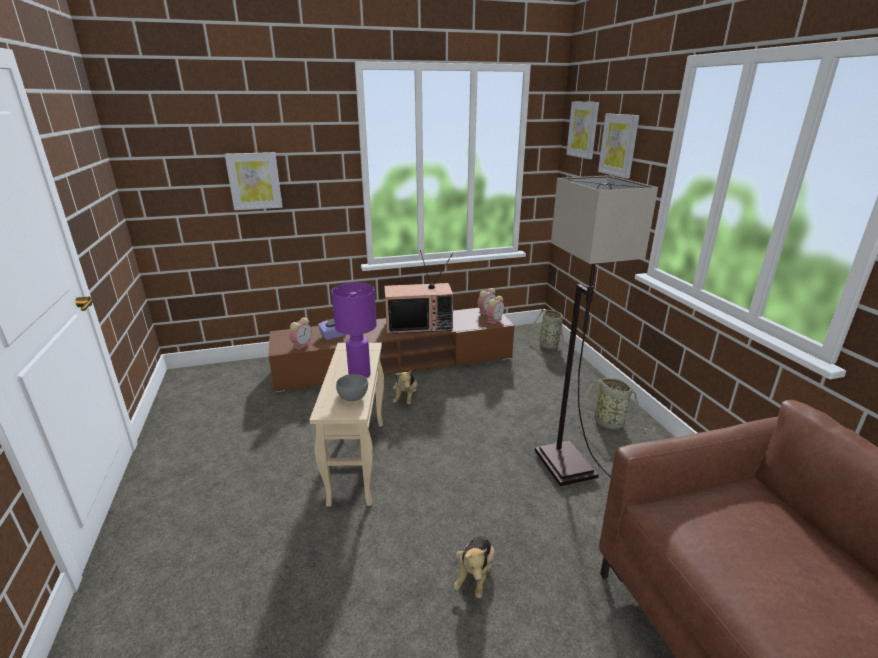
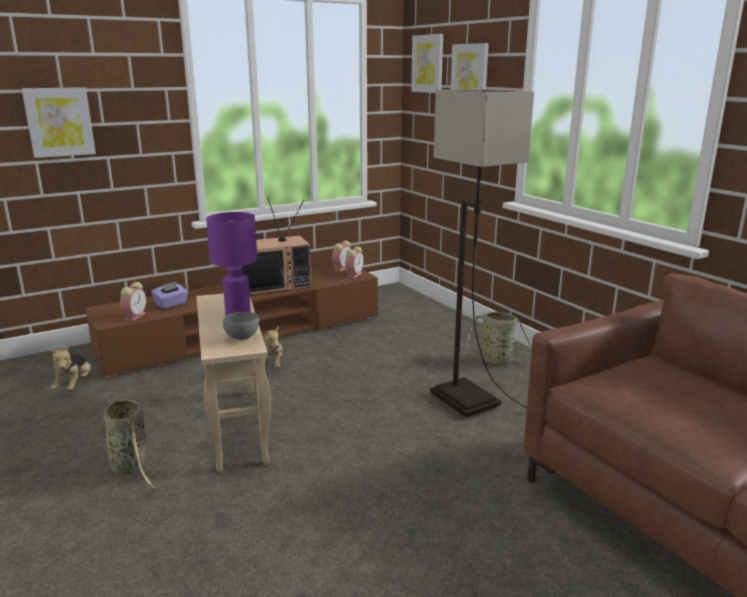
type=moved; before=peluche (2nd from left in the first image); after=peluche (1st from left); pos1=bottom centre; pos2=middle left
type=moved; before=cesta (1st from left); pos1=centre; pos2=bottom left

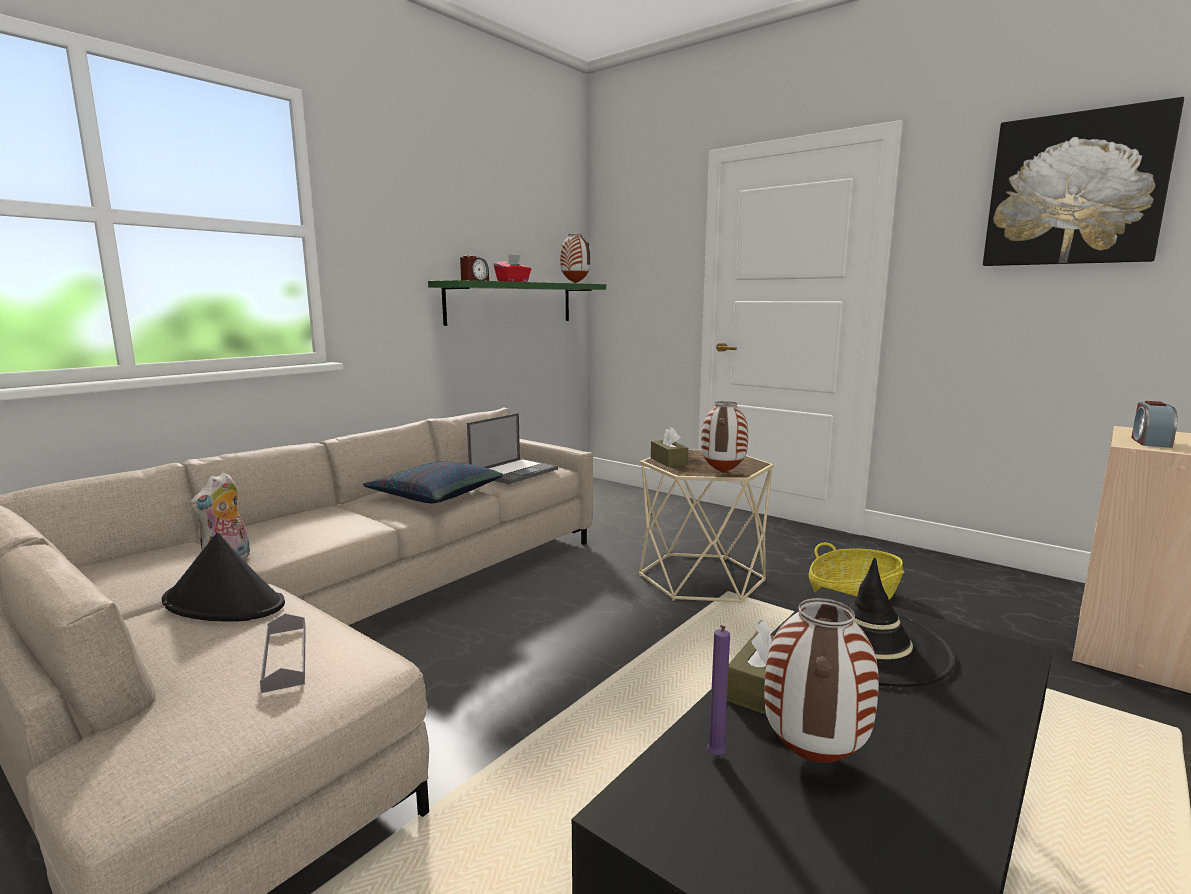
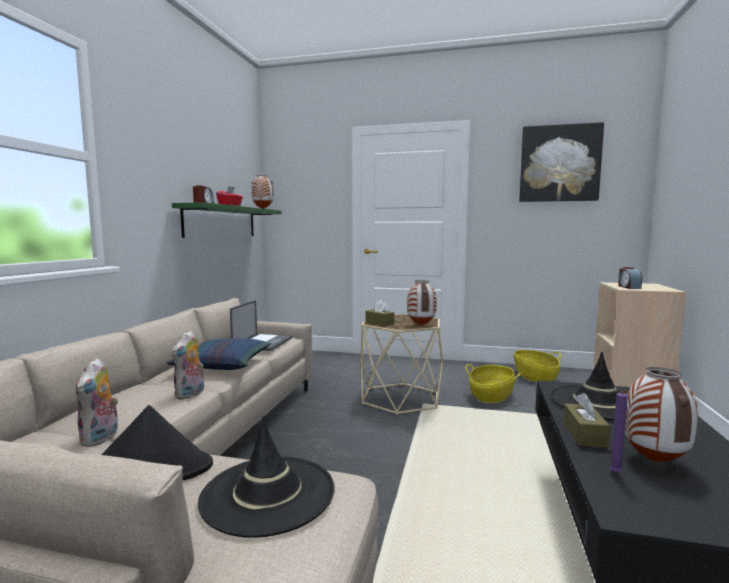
type=added; after=peluche (2nd from left); pos2=middle left
type=replaced; before=bandeja (gris); after=sombrero (negro) (2nd from left); pos1=bottom left; pos2=bottom centre
type=added; after=cesta (2nd from left); pos2=middle right

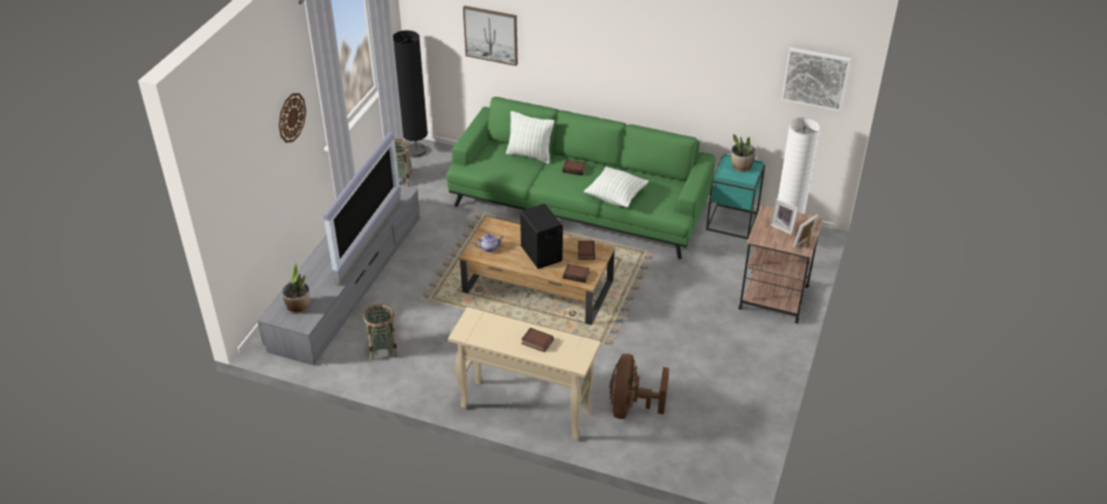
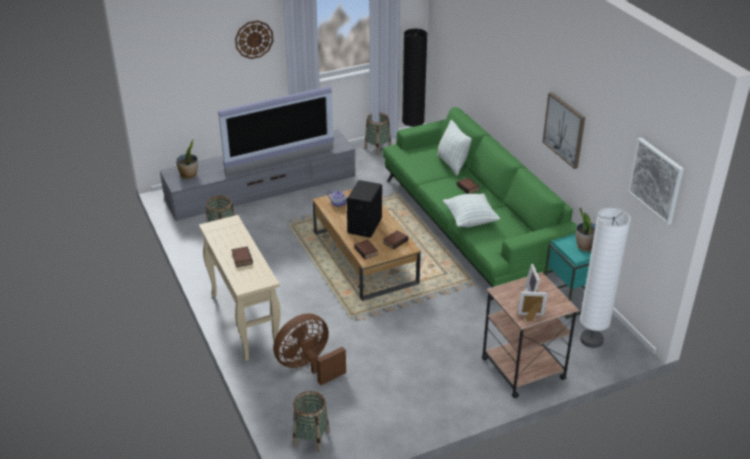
type=added; after=cesta (2nd from left); pos2=bottom centre
type=moved; before=cuadro (1st from left); pos1=top centre; pos2=top right

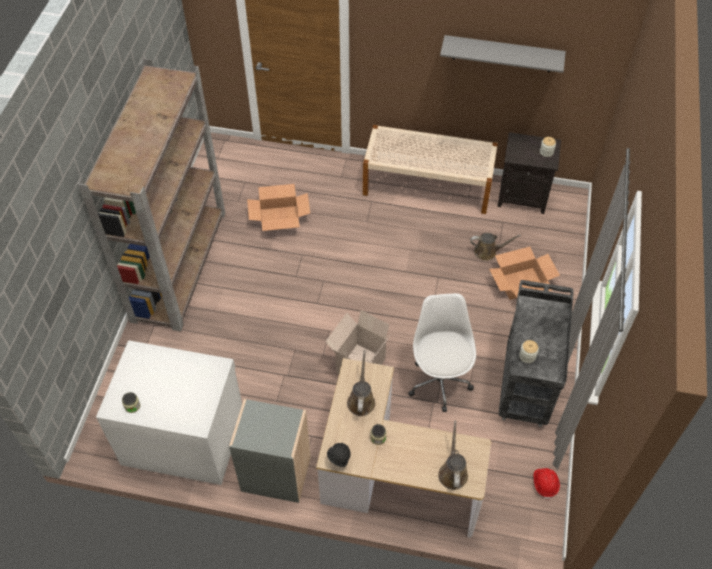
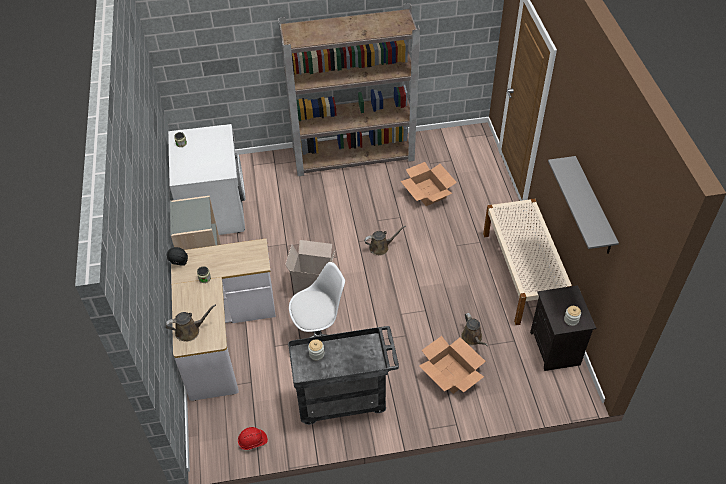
type=moved; before=regadera (marrón) (1st from left in the first image); after=regadera (marrón) (2nd from left); pos1=bottom centre; pos2=centre

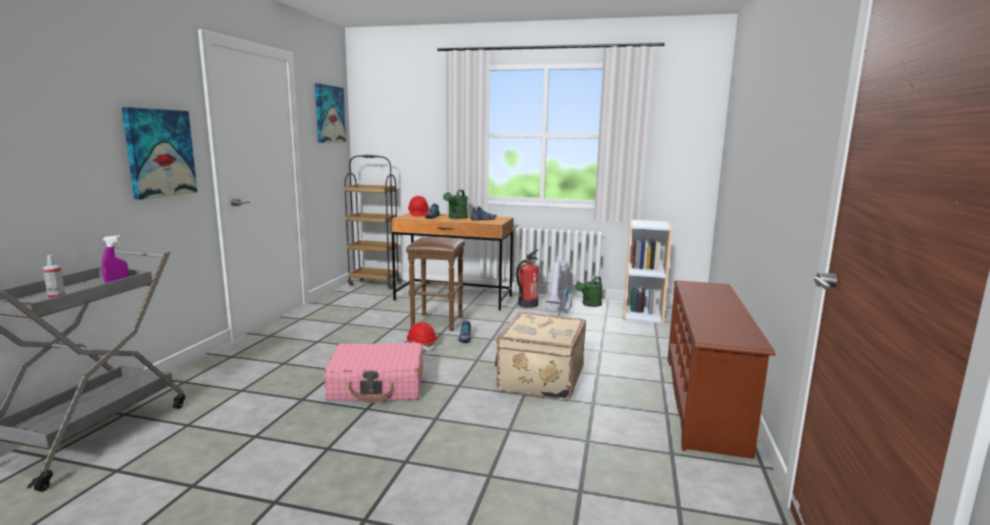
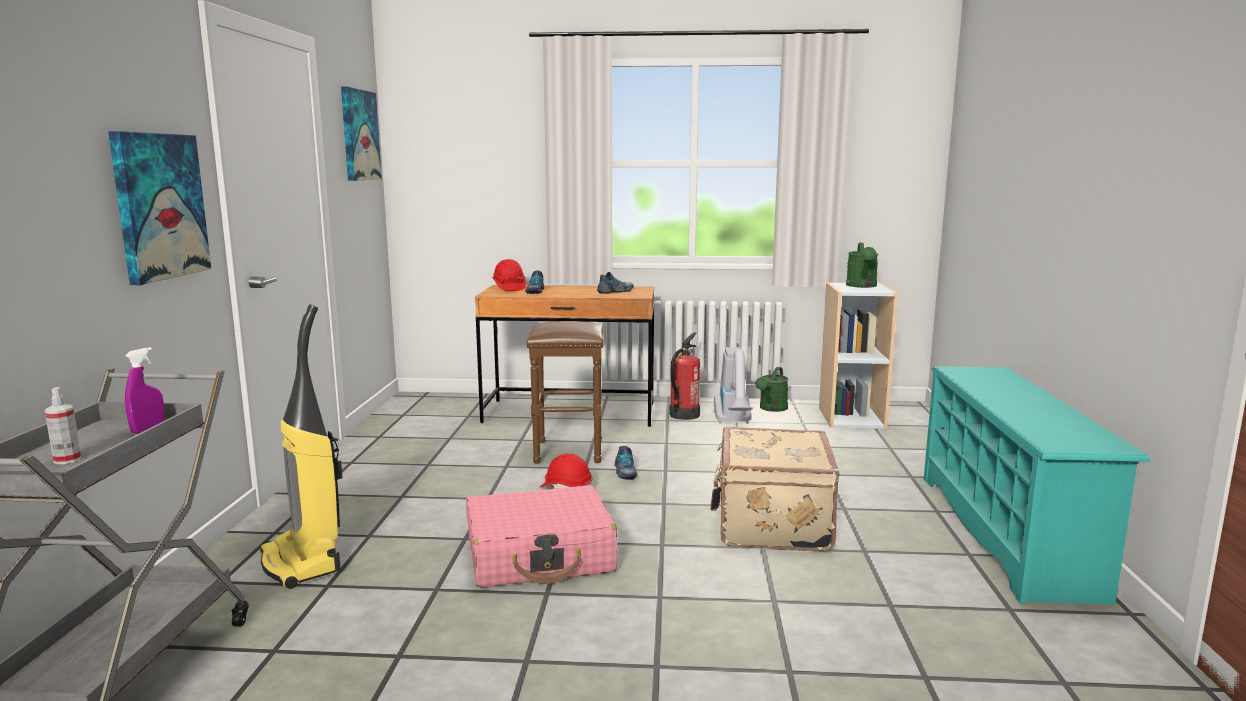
type=added; after=aspiradora (1st from left); pos2=middle left
type=moved; before=regadera (verde) (1st from left in the first image); after=regadera (verde) (2nd from left); pos1=centre; pos2=middle right
type=recoloured; before=zapatero (marrón); after=zapatero (turquesa); pos1=bottom right; pos2=bottom right
type=removed; before=carrito (marrón); pos1=centre

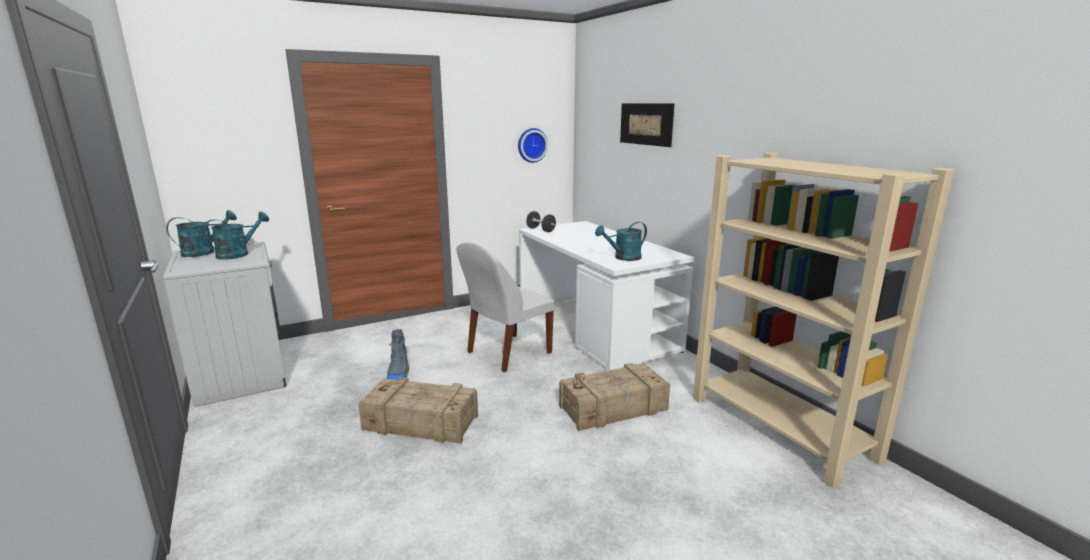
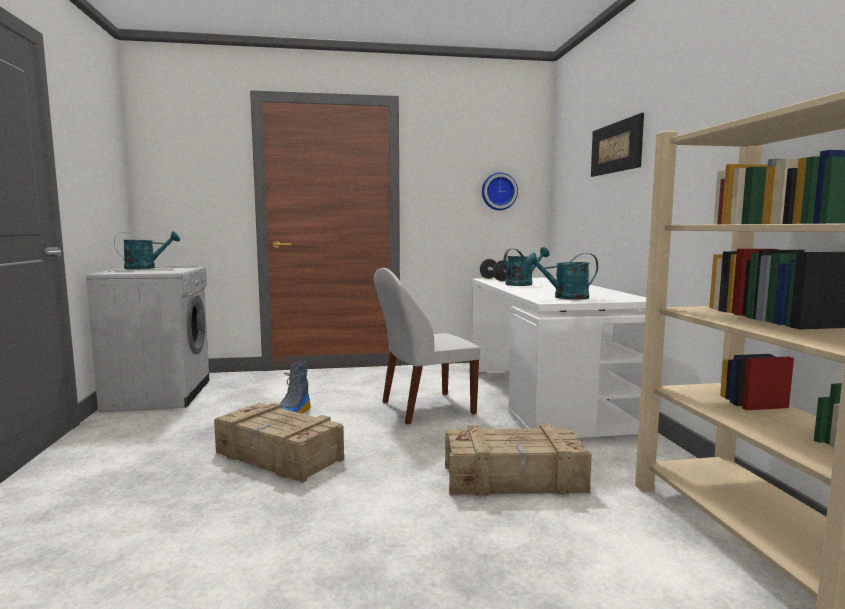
type=moved; before=regadera (turquesa) (2nd from left); pos1=middle left; pos2=centre

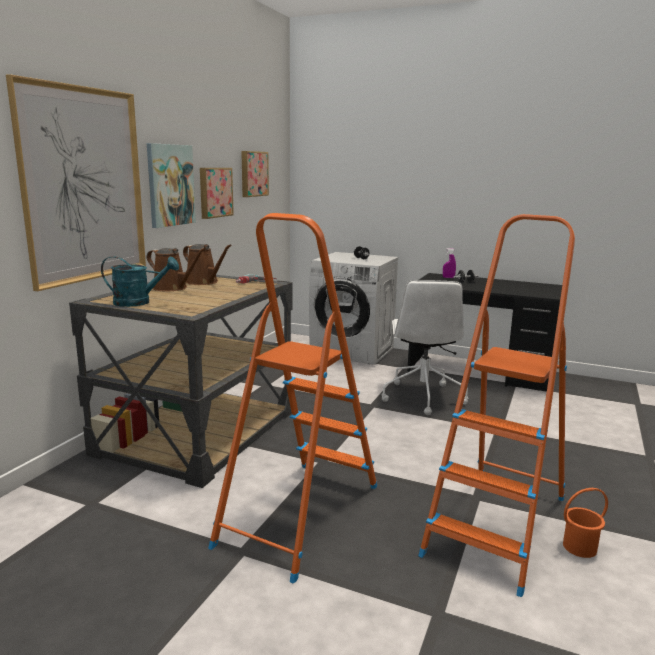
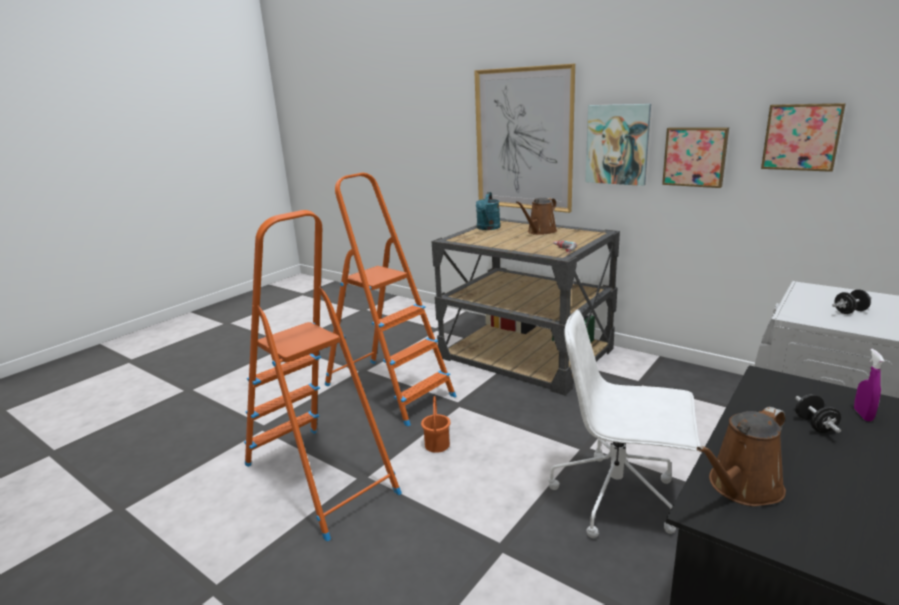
type=moved; before=cubo (naranja); pos1=bottom right; pos2=bottom centre
type=moved; before=regadera (marrón) (2nd from left); pos1=middle left; pos2=bottom right

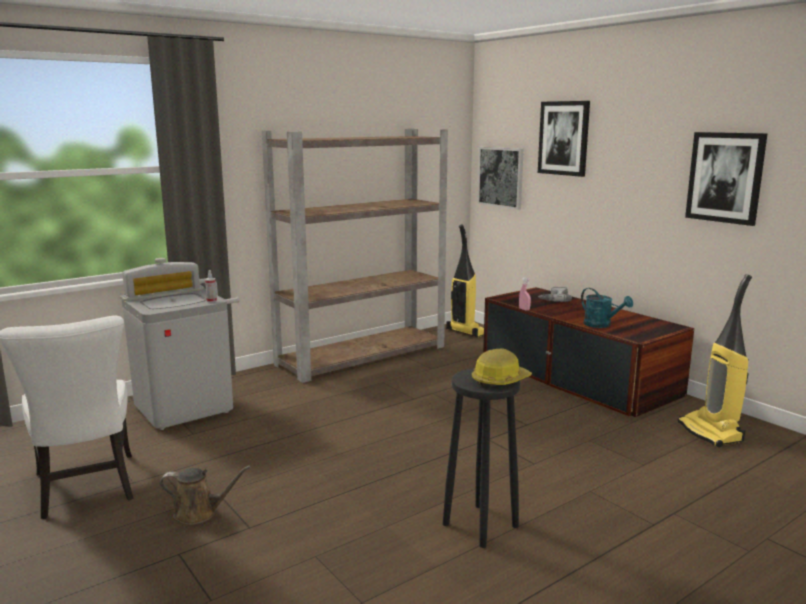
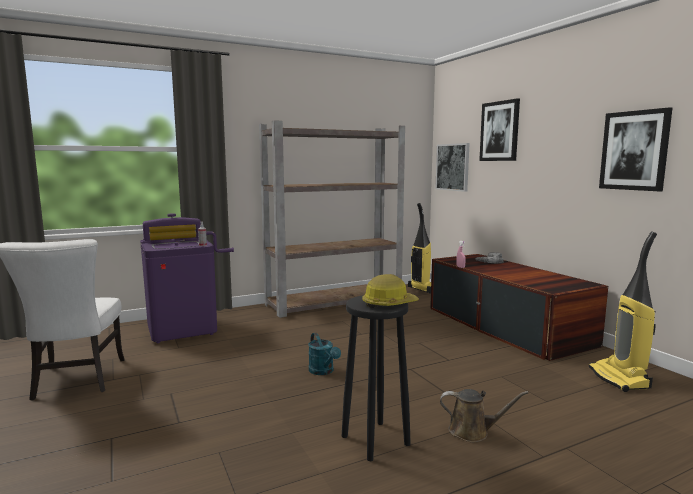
type=recoloured; before=lavadora (gris); after=lavadora (morado); pos1=middle left; pos2=middle left
type=moved; before=regadera (turquesa); pos1=middle right; pos2=bottom centre
type=moved; before=regadera (marrón); pos1=bottom left; pos2=bottom right

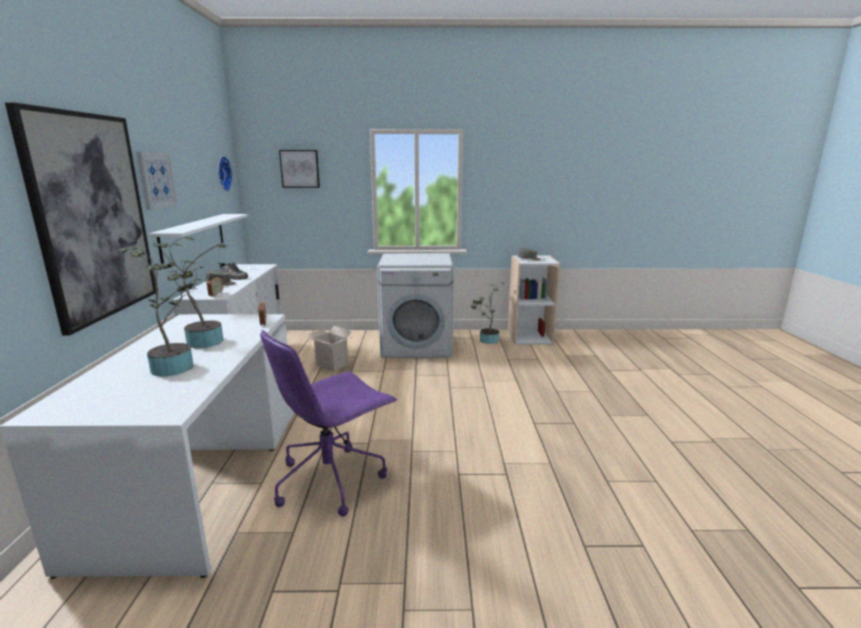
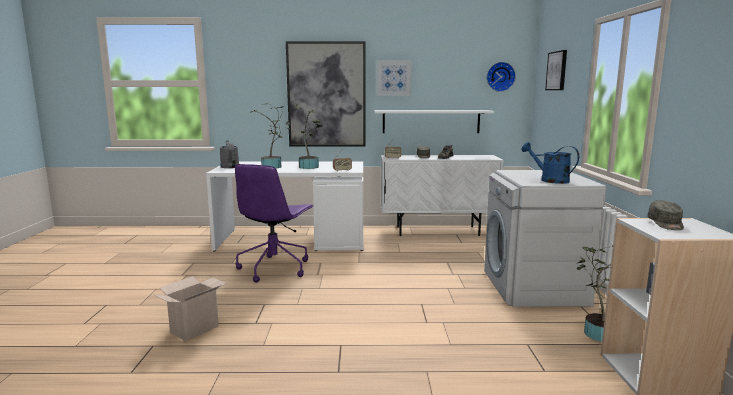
type=moved; before=caja de cartón; pos1=centre; pos2=bottom left
type=added; after=regadera (gris); pos2=middle left
type=turned; before=silla de oficina (morado); pos1=bottom centre; pos2=centre; turn=-120
type=added; after=regadera (azul); pos2=middle right

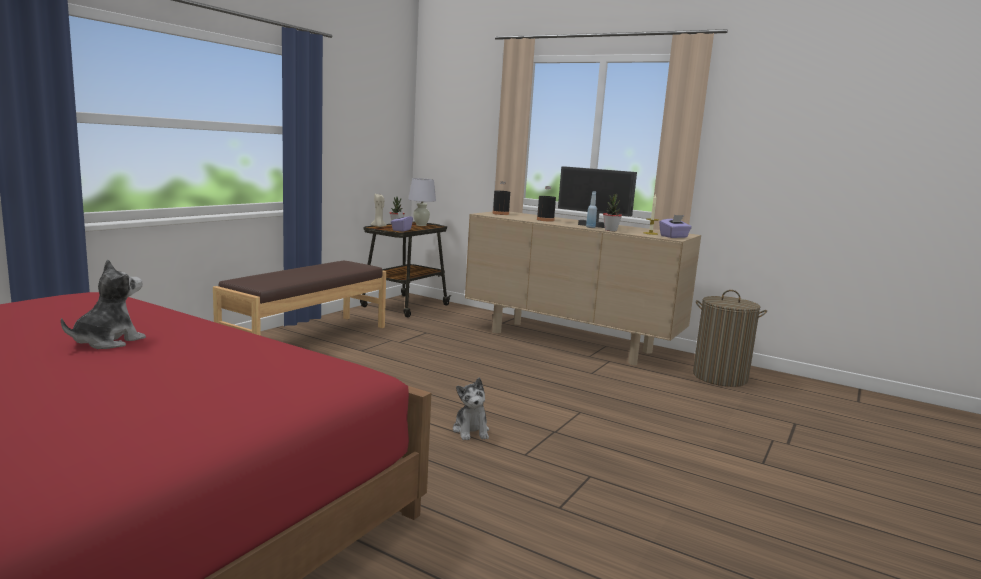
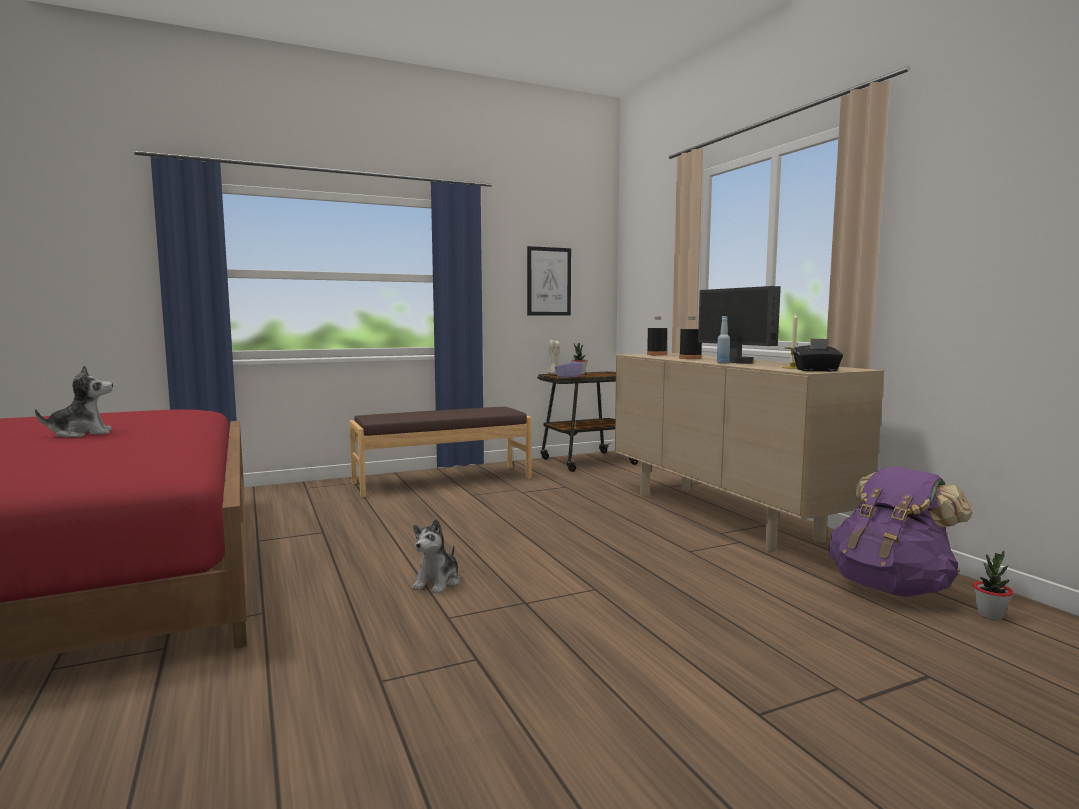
type=added; after=cuadro; pos2=centre
type=recoloured; before=caja de pañuelos (morado) (2nd from left); after=caja de pañuelos (negro); pos1=middle right; pos2=middle right
type=replaced; before=cesto de la ropa; after=mochila (morado); pos1=middle right; pos2=middle right
type=moved; before=planta en maceta (2nd from left); pos1=centre; pos2=bottom right
type=removed; before=lámpara de mesa (blanco); pos1=centre

